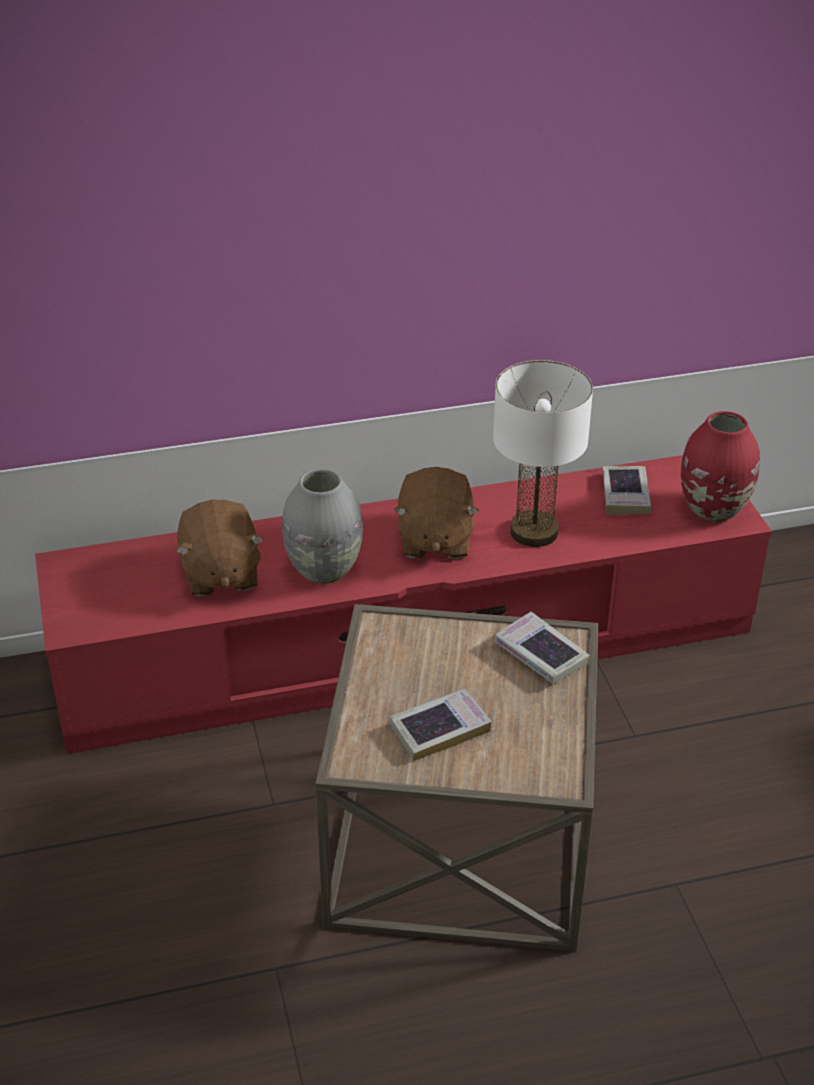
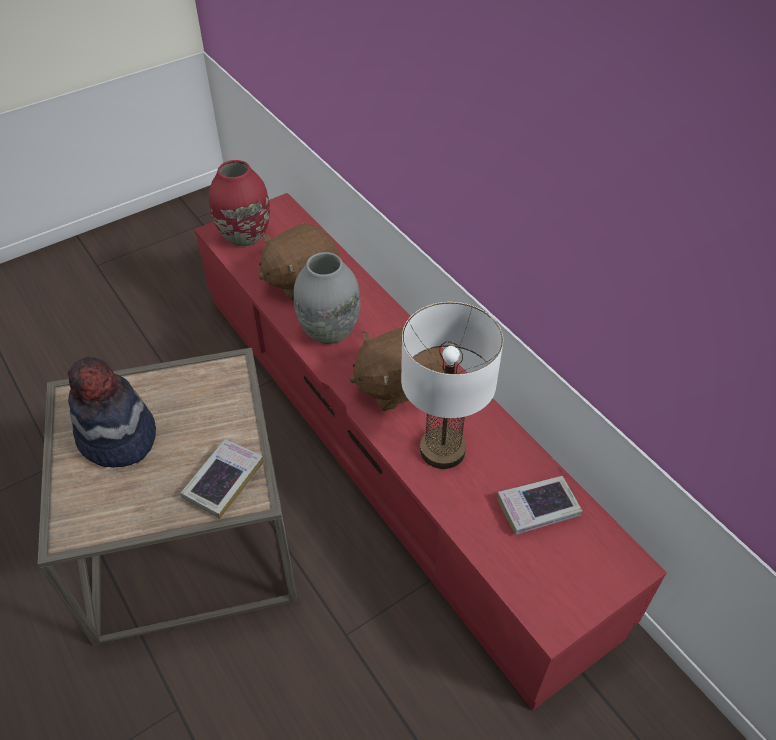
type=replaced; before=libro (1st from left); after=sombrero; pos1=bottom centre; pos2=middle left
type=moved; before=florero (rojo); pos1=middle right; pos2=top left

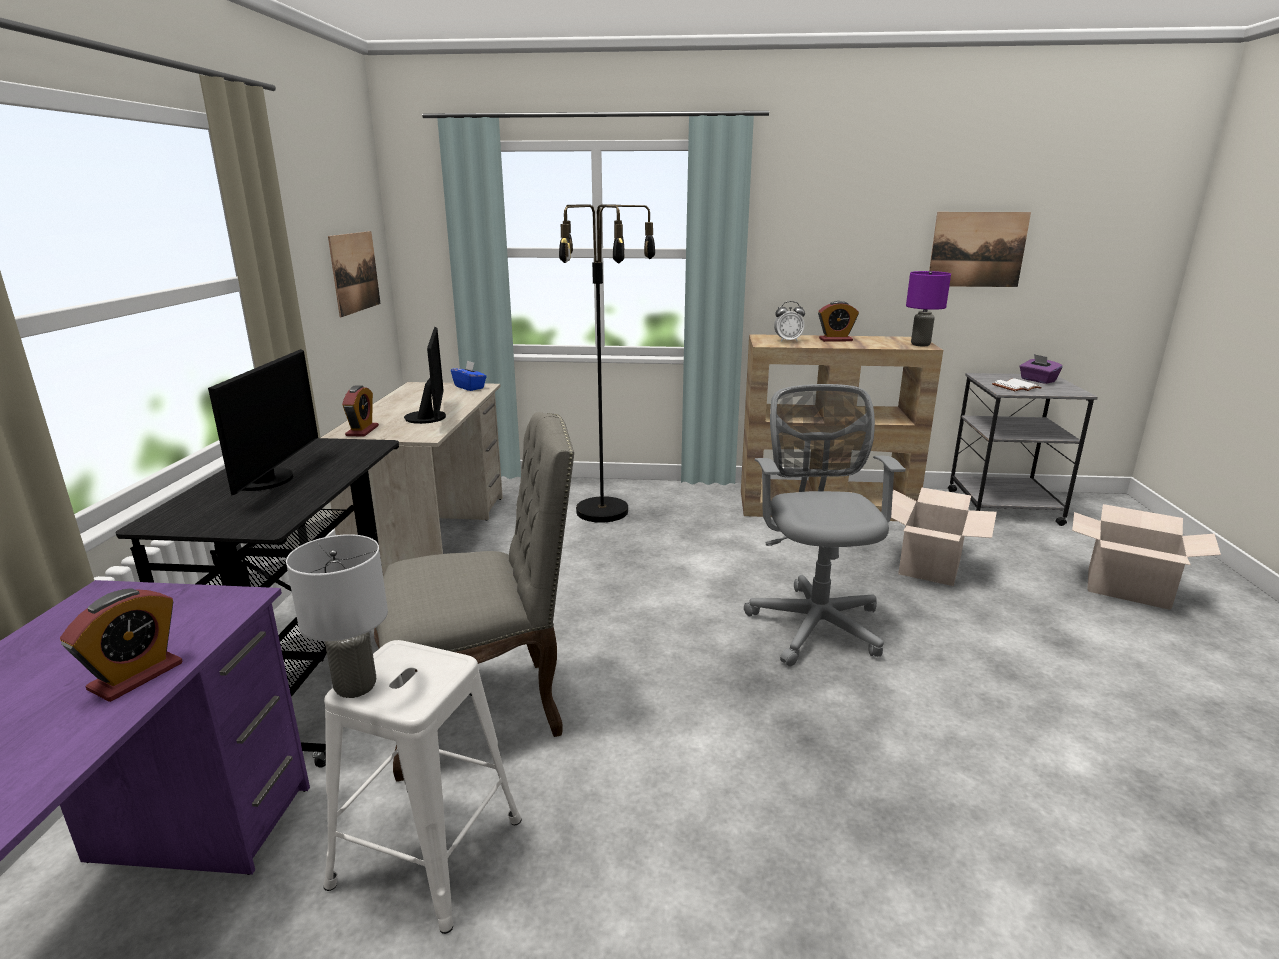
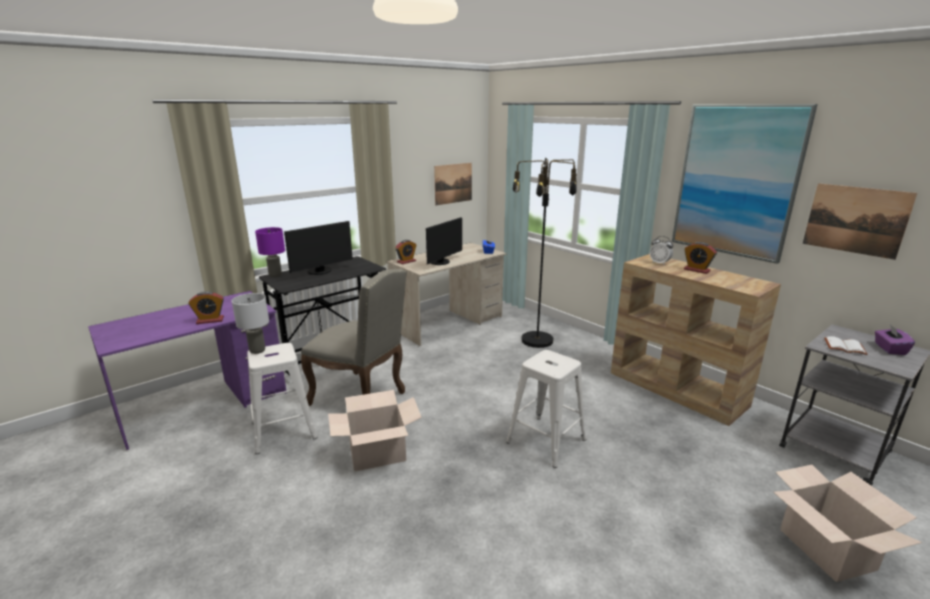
type=moved; before=lámpara de mesa (morado); pos1=top right; pos2=middle left
type=moved; before=caja de cartón (1st from left); pos1=middle right; pos2=bottom centre
type=replaced; before=silla de oficina (gris); after=taburete (blanco) (2nd from left); pos1=centre; pos2=bottom centre
type=added; after=cuadro (2nd from left); pos2=top right

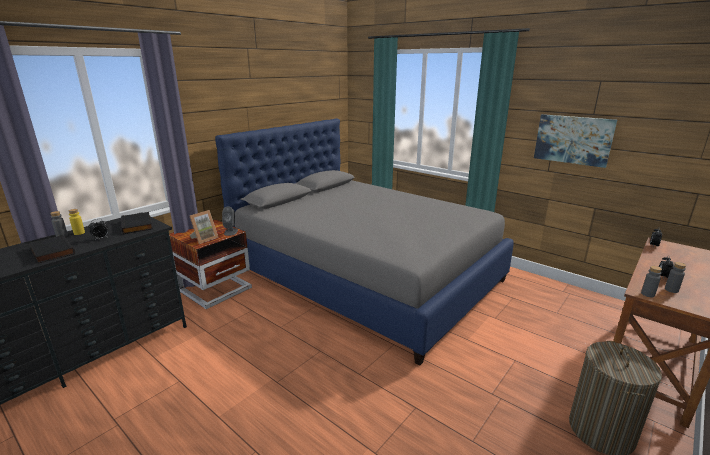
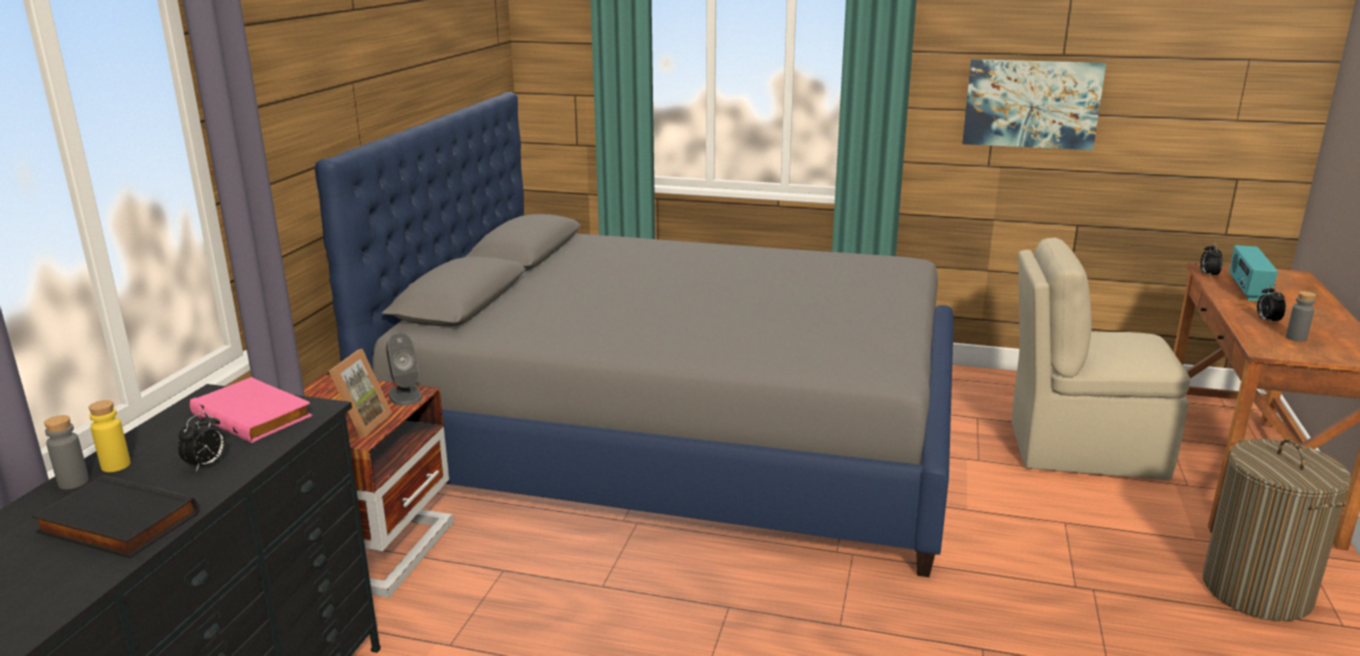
type=recoloured; before=libro (negro) (2nd from left); after=libro (rosa); pos1=middle left; pos2=middle left
type=added; after=silla (beis); pos2=middle right
type=added; after=radio; pos2=middle right
type=removed; before=botella (gris) (2nd from left); pos1=middle right

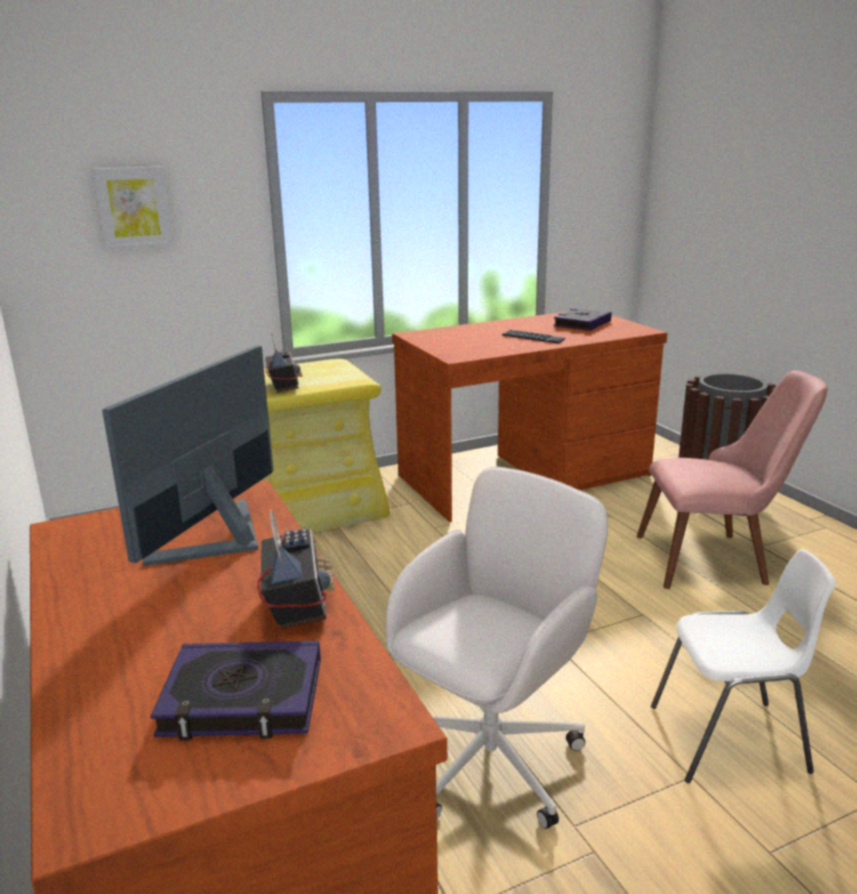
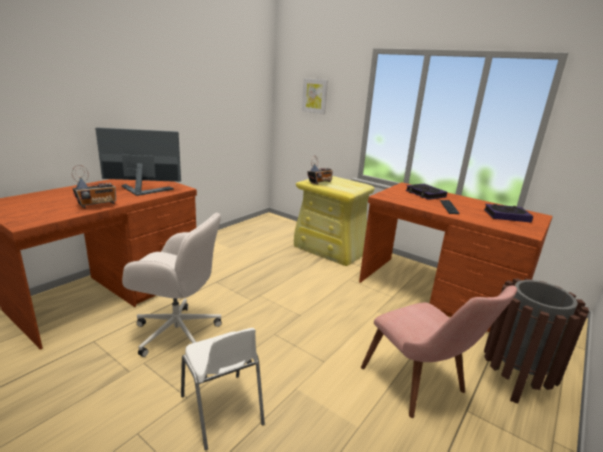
type=moved; before=libro (1st from left); pos1=bottom left; pos2=middle right

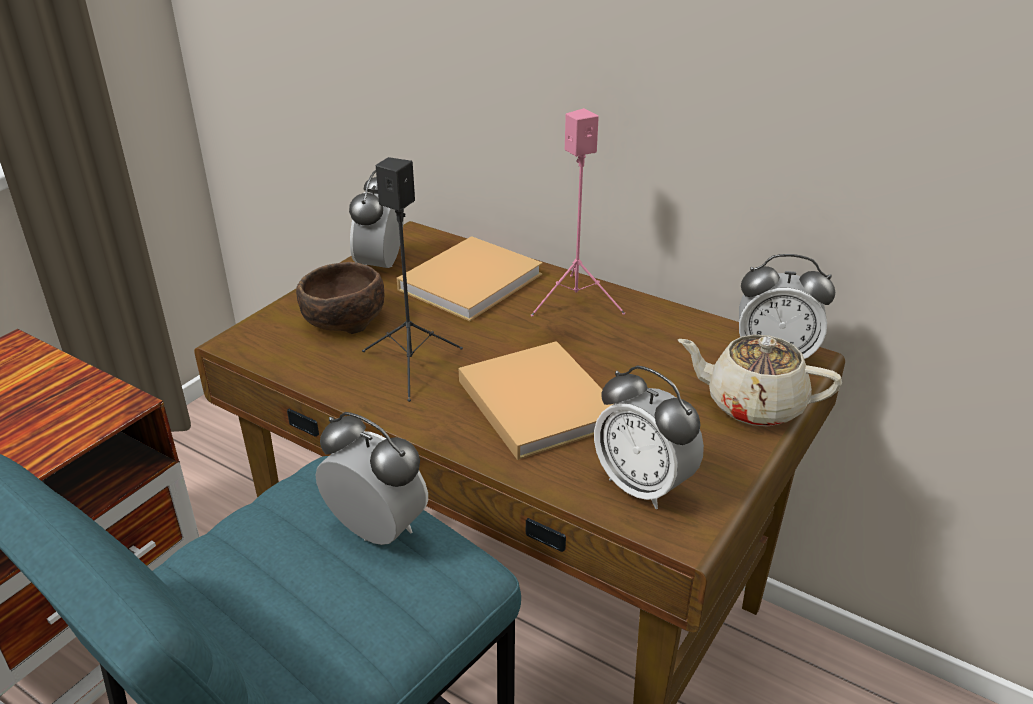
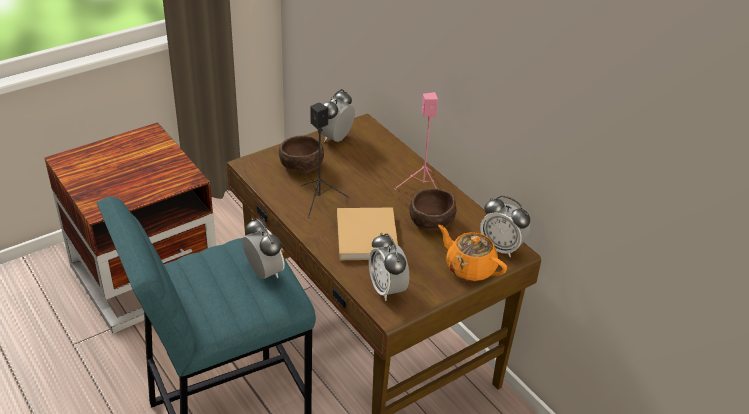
type=added; after=cuenco (marrón) (2nd from left); pos2=centre
type=recoloured; before=tetera (beis); after=tetera (naranja); pos1=middle right; pos2=centre
type=removed; before=libro (beis) (1st from left); pos1=centre

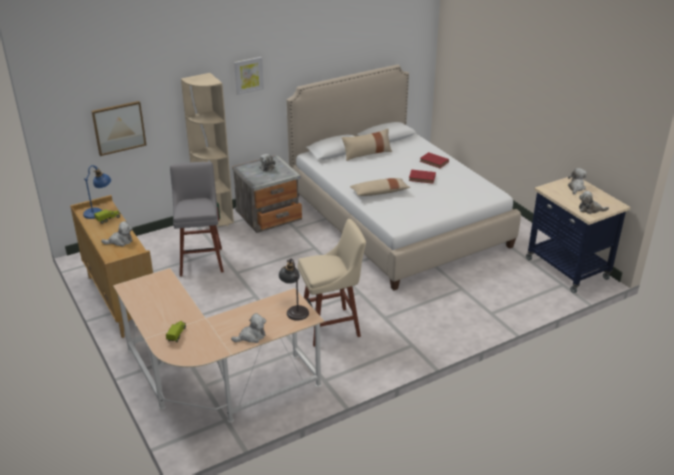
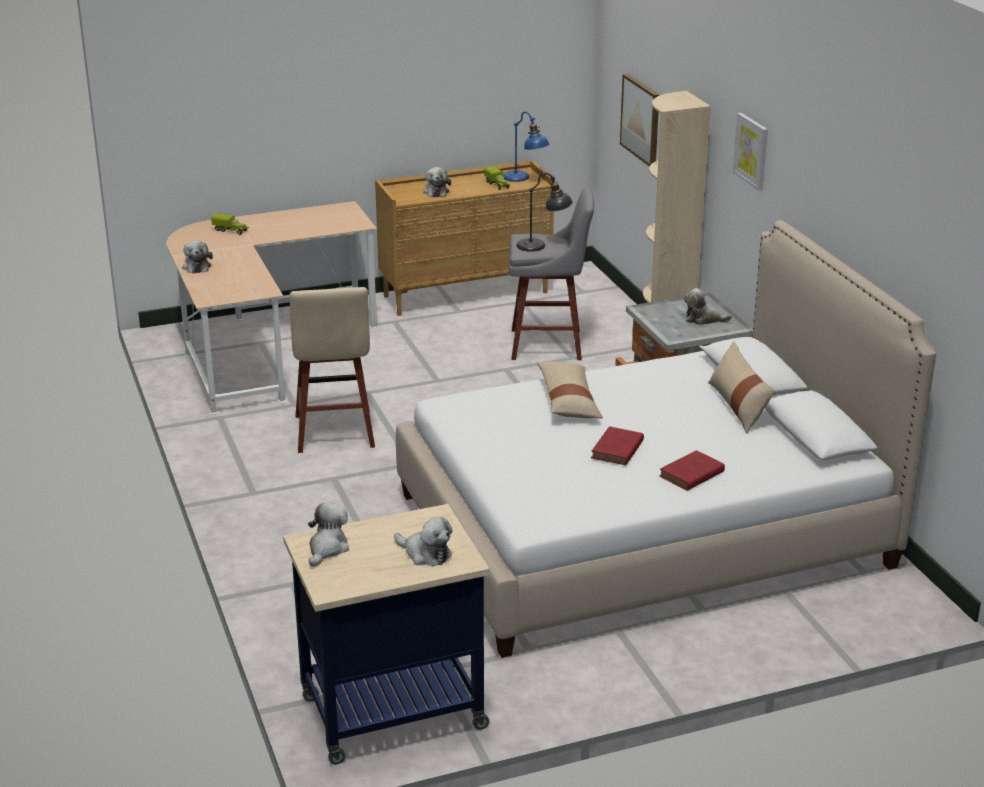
type=moved; before=lámpara de mesa (gris); pos1=centre; pos2=top centre

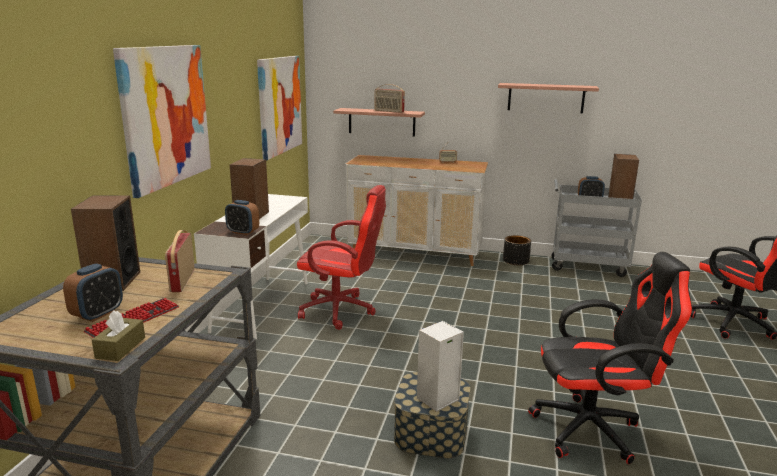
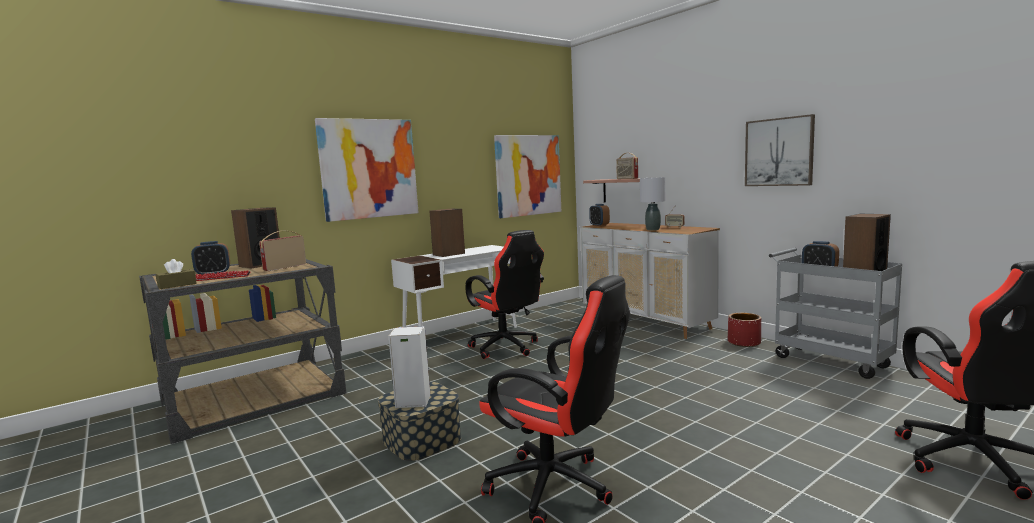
type=recoloured; before=silla de oficina (rojo); after=silla de oficina (negro) (1st from left); pos1=centre; pos2=centre
type=moved; before=despertador (2nd from left); pos1=middle left; pos2=centre
type=added; after=lámpara de mesa (gris); pos2=centre
type=recoloured; before=maceta (negro); after=maceta (rojo); pos1=centre; pos2=middle right
type=replaced; before=estante (2nd from left); after=cuadro (3rd from left); pos1=top right; pos2=top right

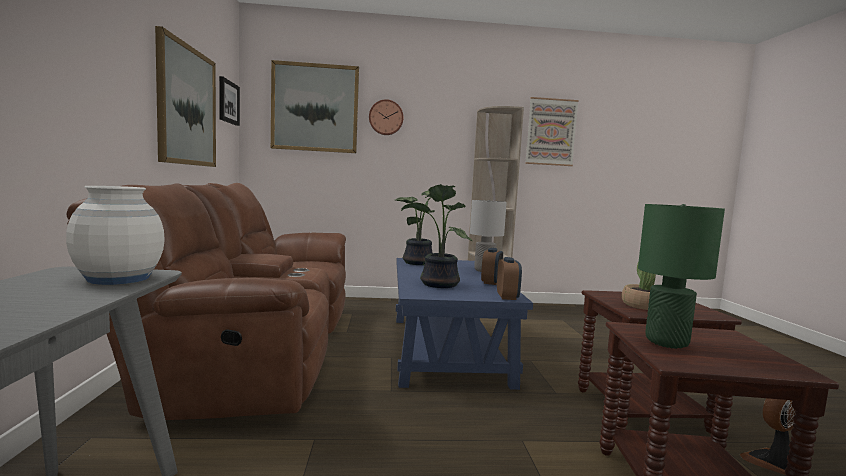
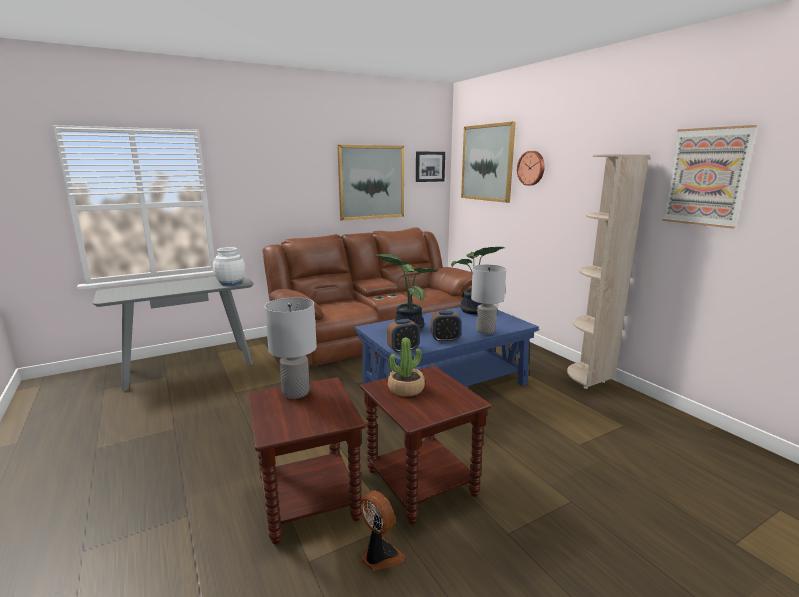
type=recoloured; before=lámpara de mesa (verde); after=lámpara de mesa (gris) (1st from left); pos1=middle right; pos2=centre

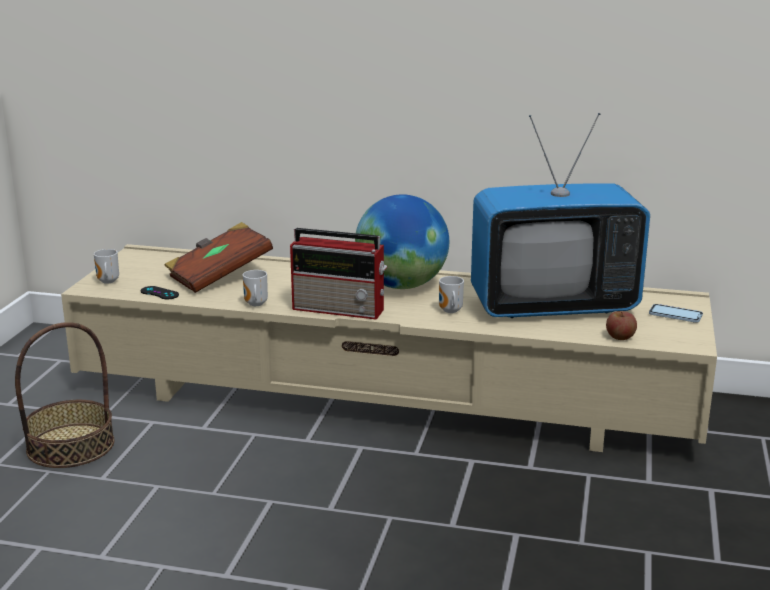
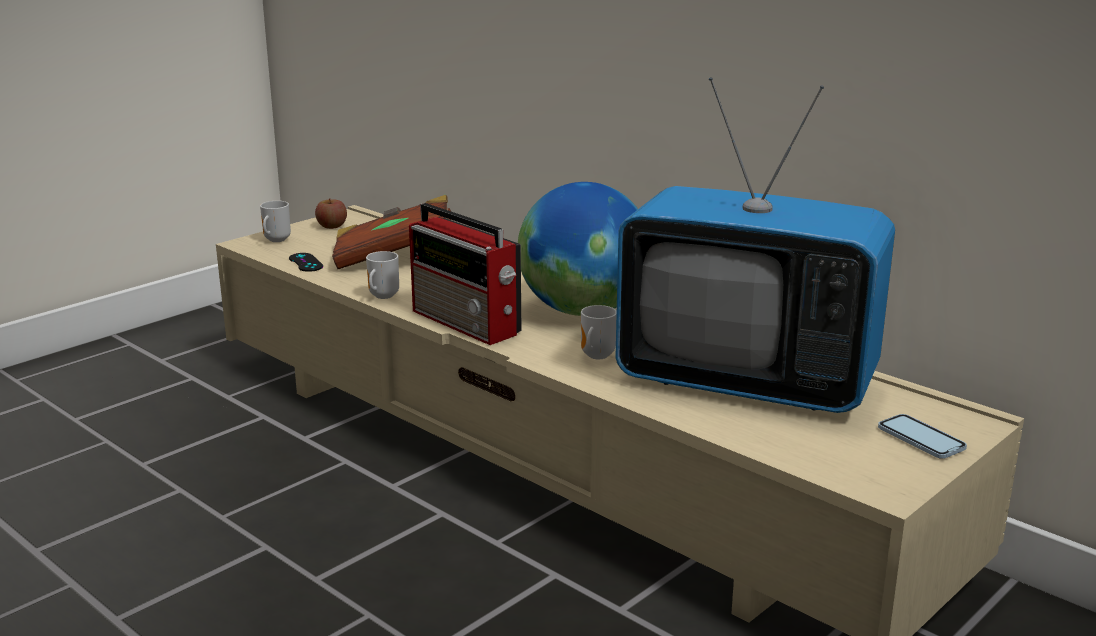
type=moved; before=manzana; pos1=middle right; pos2=middle left
type=removed; before=cesta; pos1=bottom left

